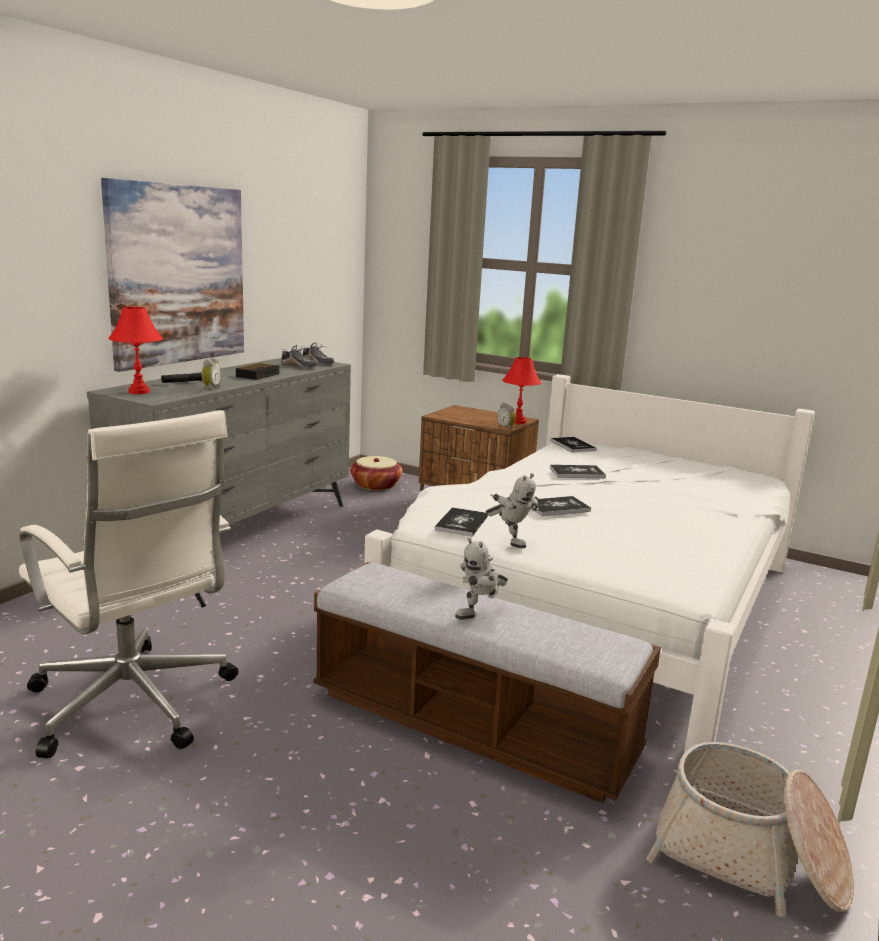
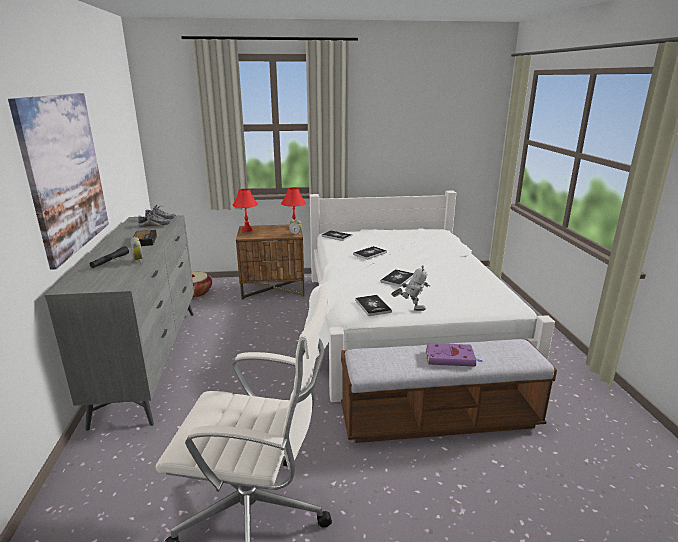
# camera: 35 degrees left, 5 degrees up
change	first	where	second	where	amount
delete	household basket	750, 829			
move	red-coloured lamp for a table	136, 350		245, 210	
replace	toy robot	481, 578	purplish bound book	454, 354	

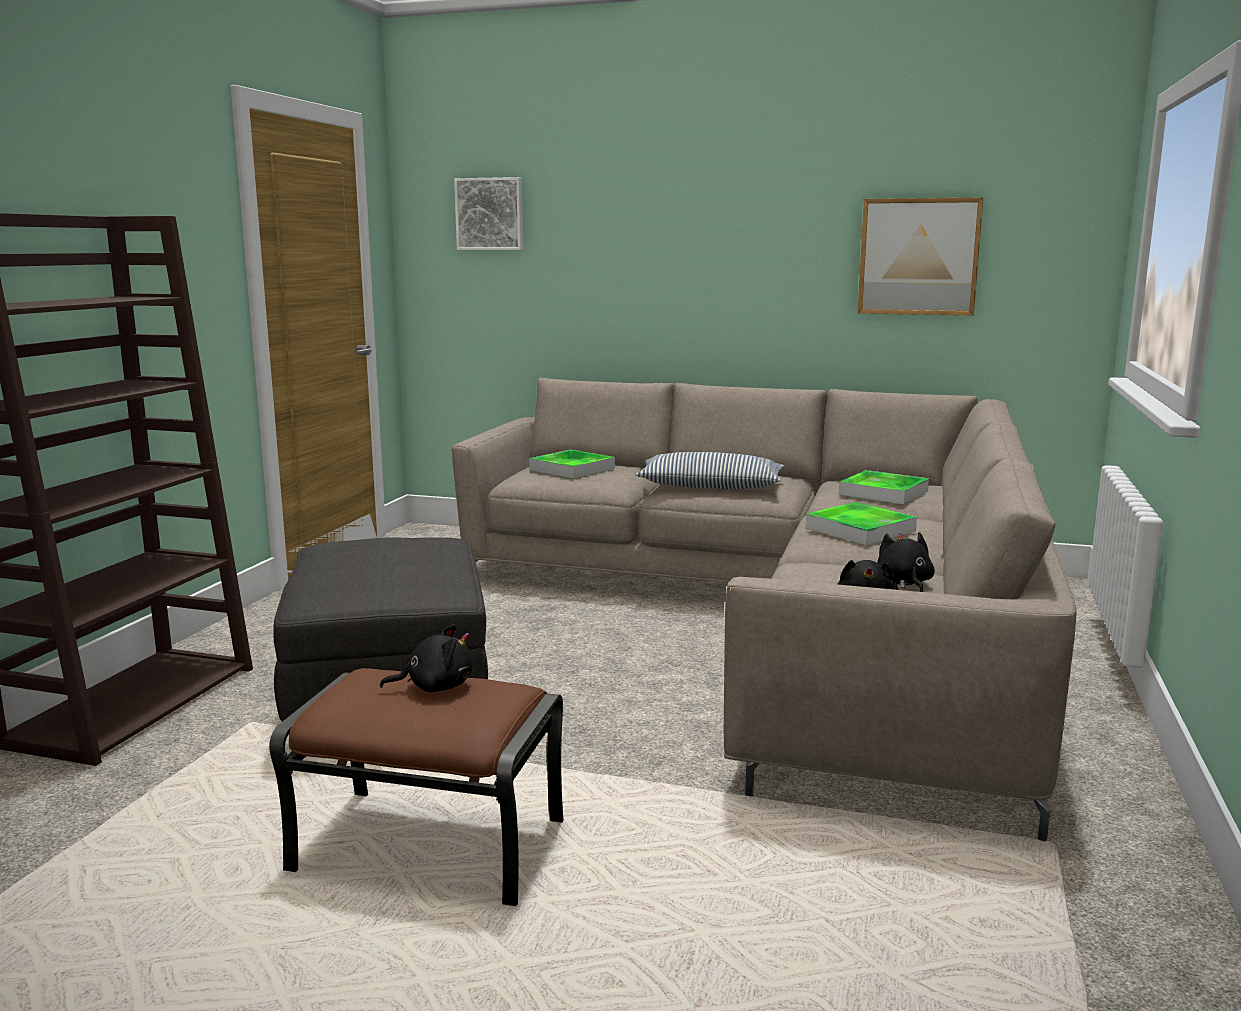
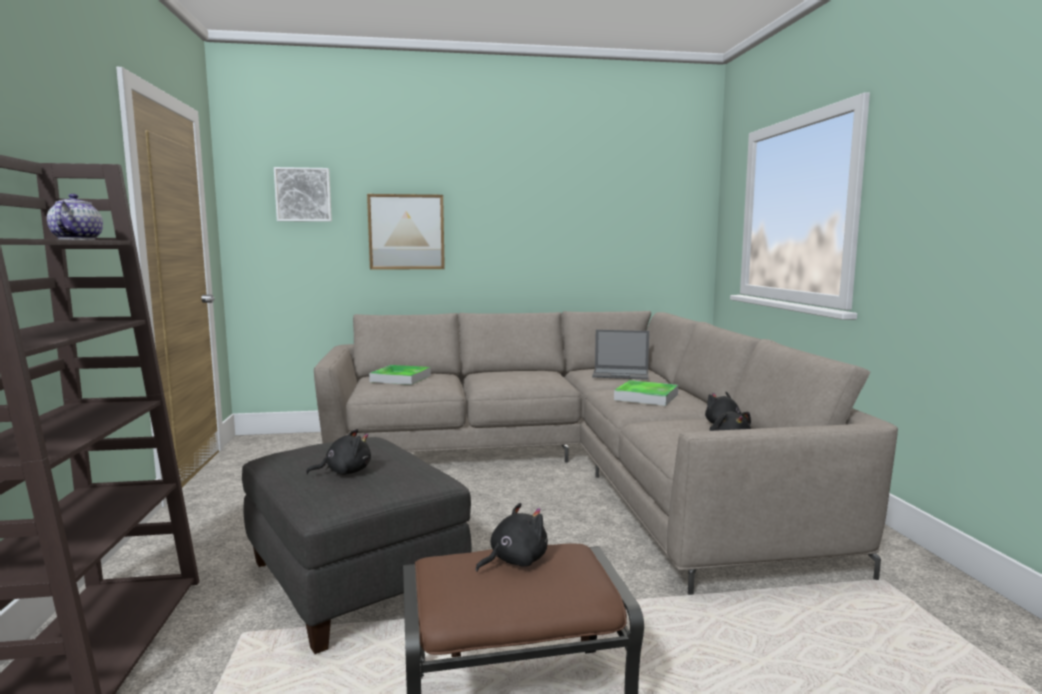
# camera: 25 degrees left, 5 degrees down
change	first	where	second	where	amount
delete	throw pillow	709, 470			
insert			tea pot	75, 217	
insert			black cuddly toy	338, 452	
move	wall art	920, 256		406, 232	
replace	tray	884, 487	laptop	620, 355	

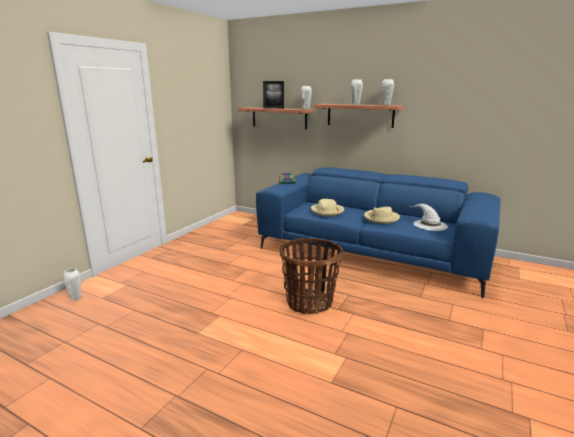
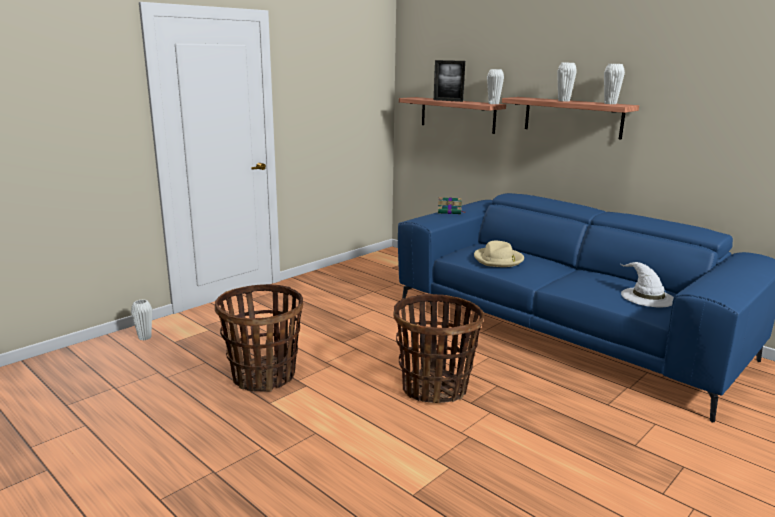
# camera: 15 degrees right, 0 degrees up
change	first	where	second	where	amount
delete	beige clothing hat	382, 215			
insert			household basket	259, 338	

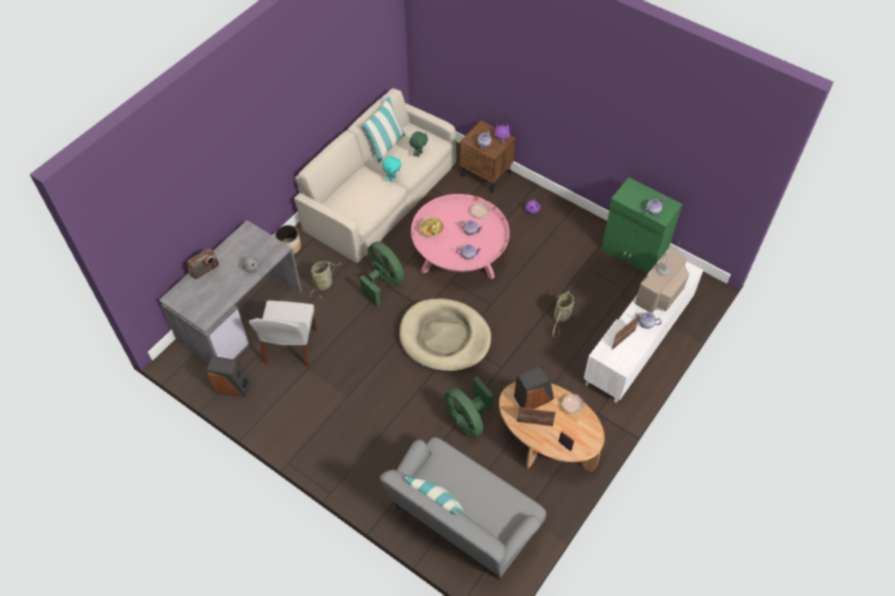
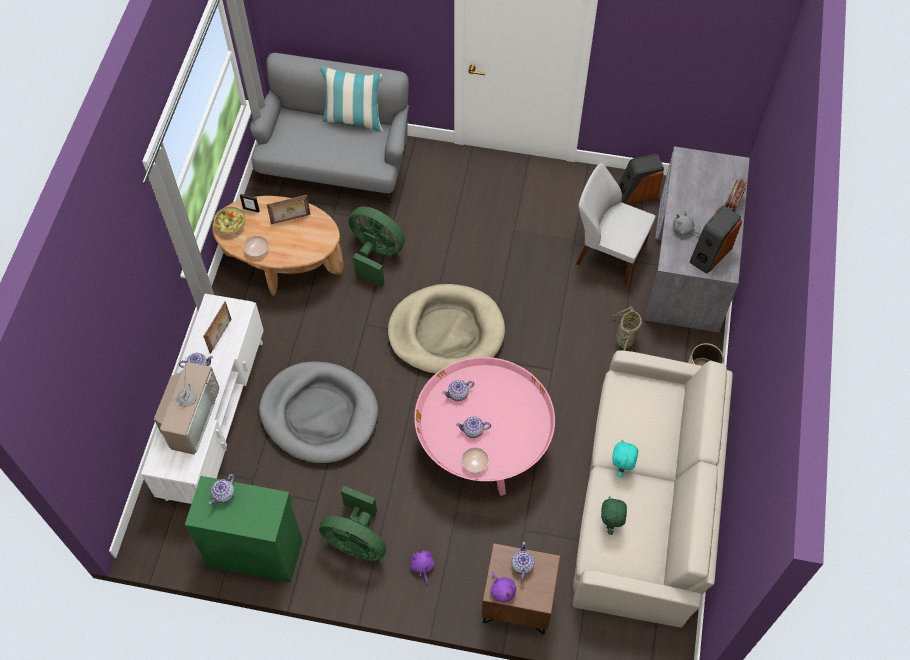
# camera: 155 degrees right, 5 degrees up
change	first	where	second	where	amount
delete	throw pillow	383, 129			
move	green-coloured cooling fan	382, 274		352, 523	
move	deep dish	431, 227		229, 220	
move	audio speaker	534, 388		715, 239	
replace	household basket	563, 313	gray dog bed	318, 412	
rotate	white plain chair	283, 333		616, 224	45 degrees counterclockwise

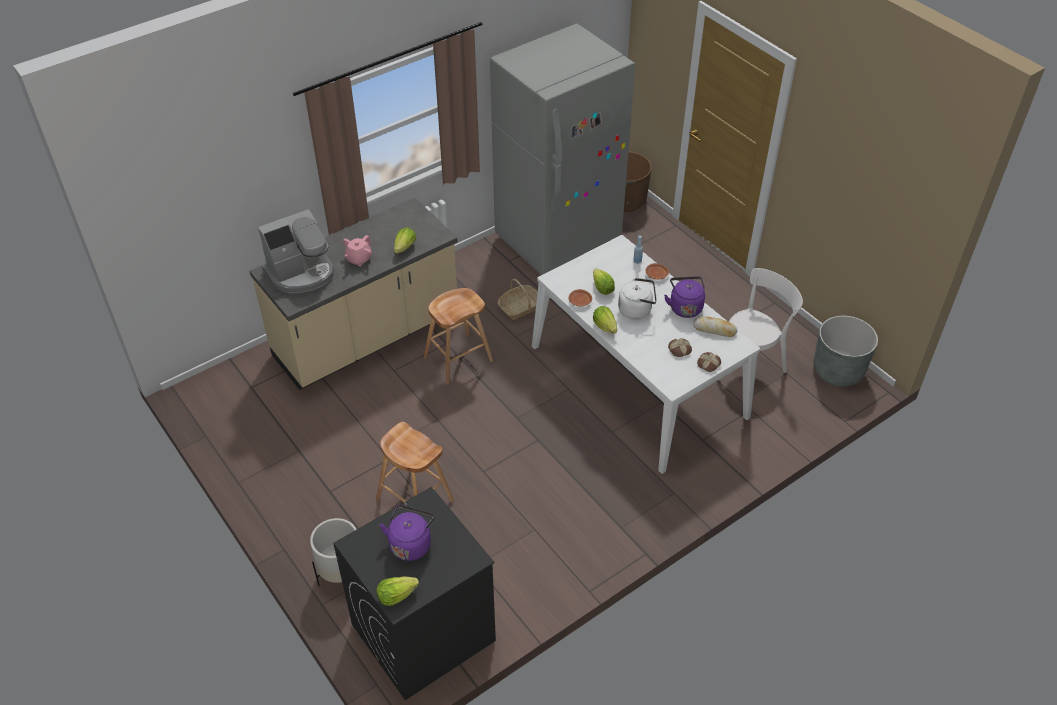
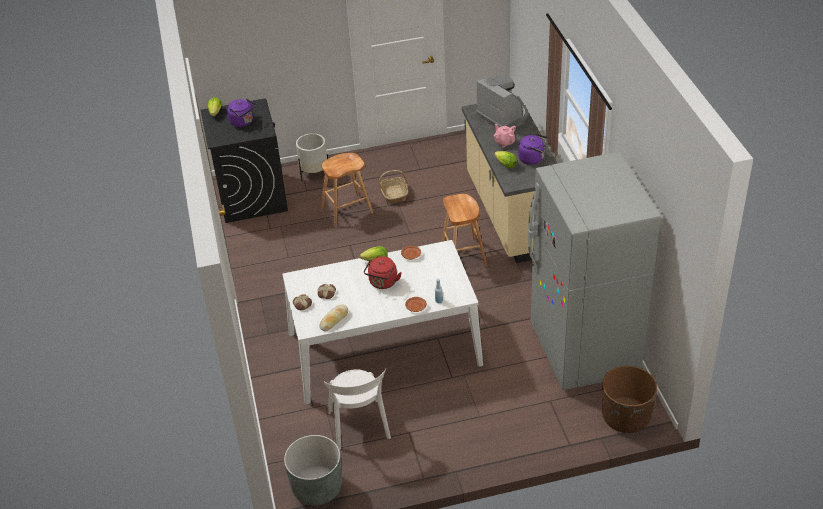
# camera: 115 degrees right, 5 degrees down
change	first	where	second	where	amount
delete	lettuce	604, 282			
move	household basket	518, 299		393, 186	
move	purplish tea kettle	684, 297		533, 149	
recolor	white tea kettle	637, 298	red-coloured tea kettle	382, 273	
rotate	coffee maker	296, 251		502, 101	150 degrees clockwise

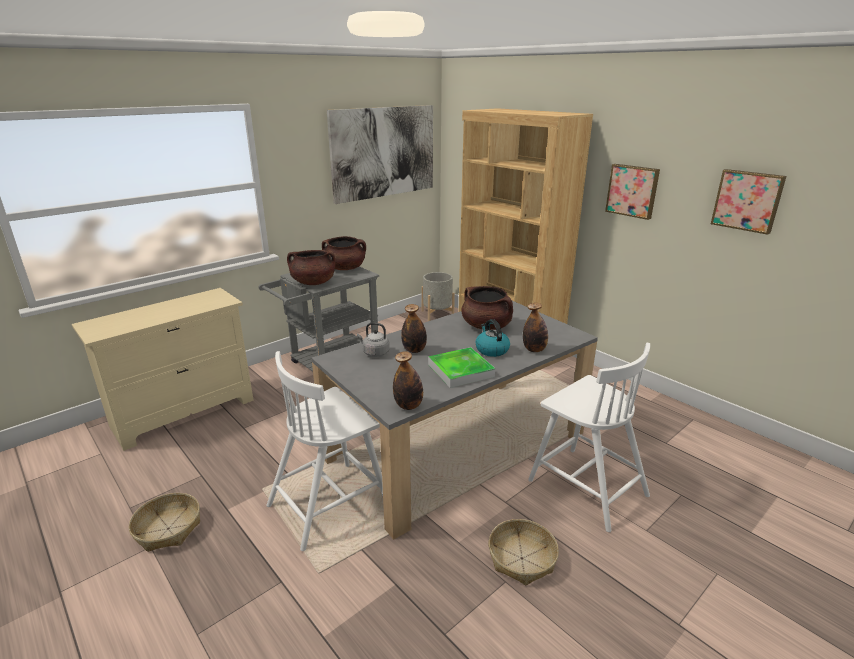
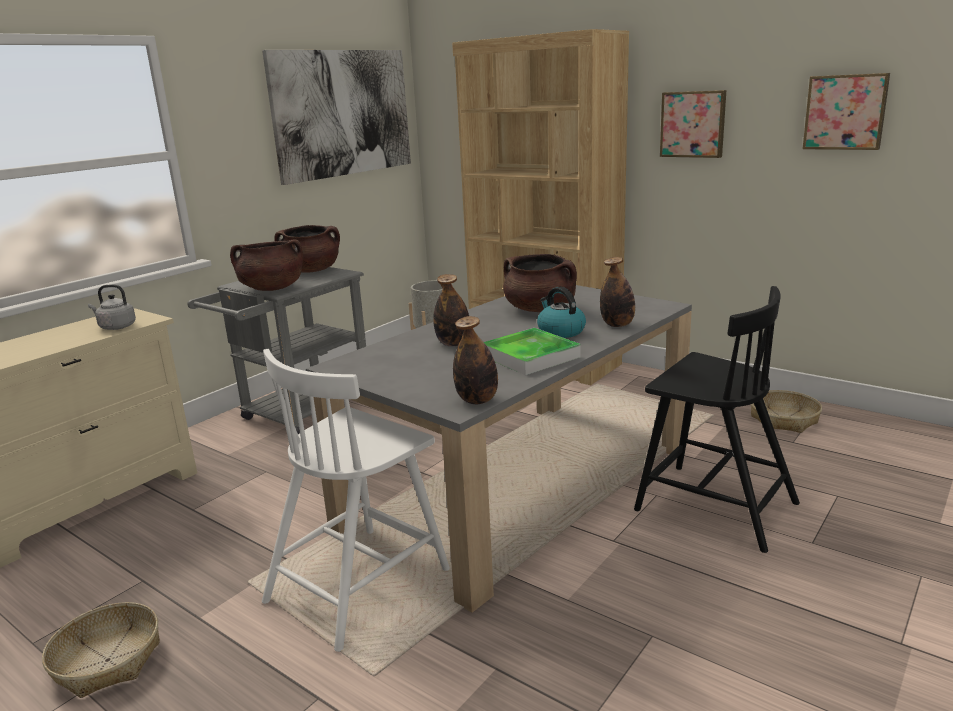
# camera: 10 degrees left, 5 degrees down
change	first	where	second	where	amount
move	gray tea kettle	373, 340		112, 307	
move	household basket	523, 552		786, 411	
recolor	white plain chair	589, 437	black plain chair	717, 419	

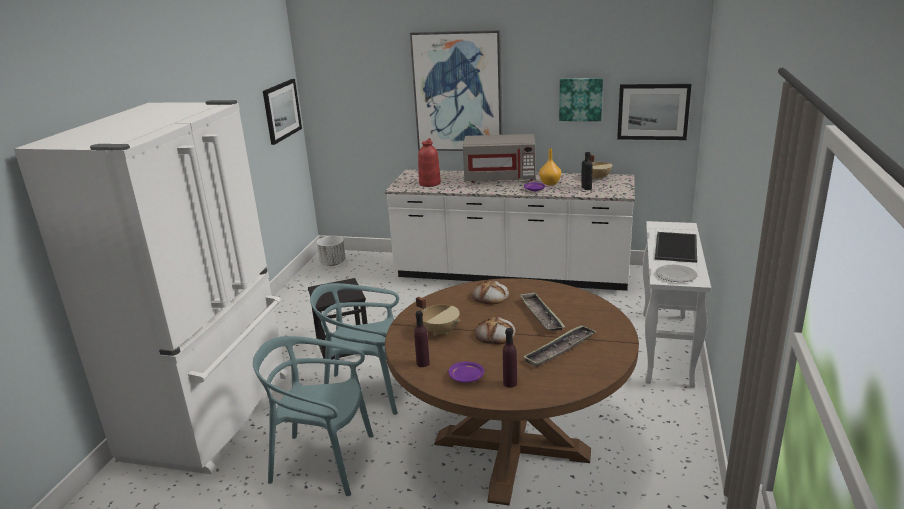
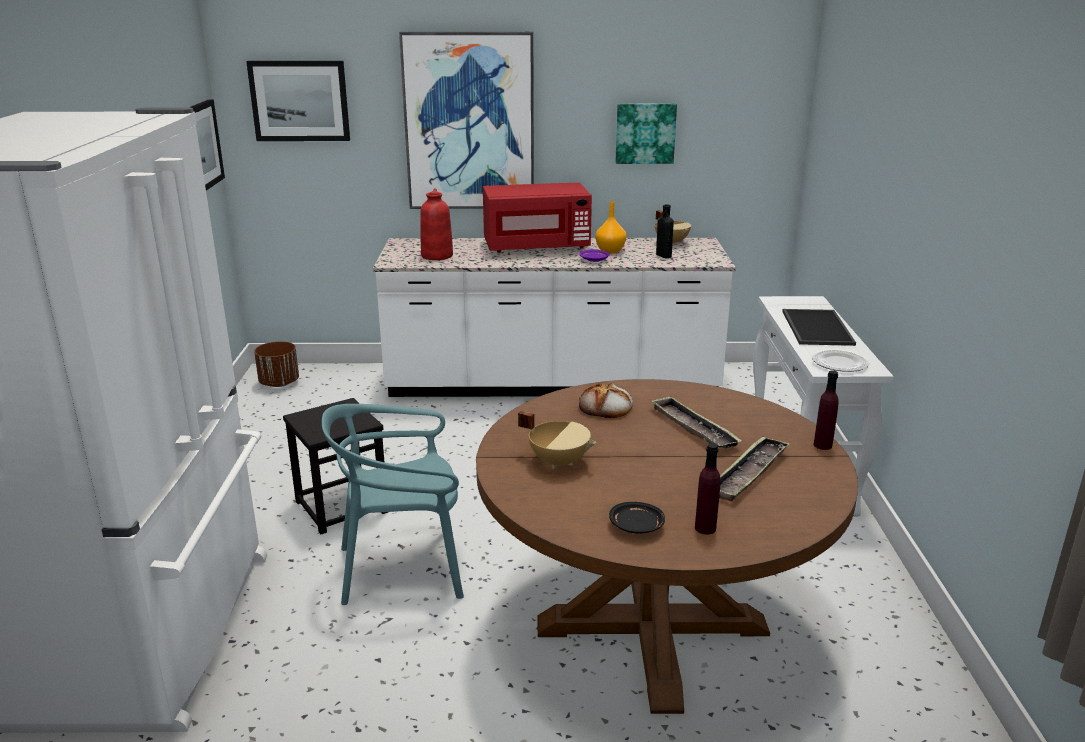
# camera: 15 degrees left, 0 degrees up
change	first	where	second	where	amount
delete	turquoise plain chair	313, 416			
delete	baked bread	495, 330			
move	purplish bottle	422, 339		826, 410	
move	wall art	654, 112		298, 101	
recolor	white flower pot	331, 251	brownish flower pot	276, 364	
recolor	purplish dinner plate	466, 372	black dinner plate	637, 518	
recolor	gray kitchen microwave	499, 158	red-coloured kitchen microwave	537, 217	

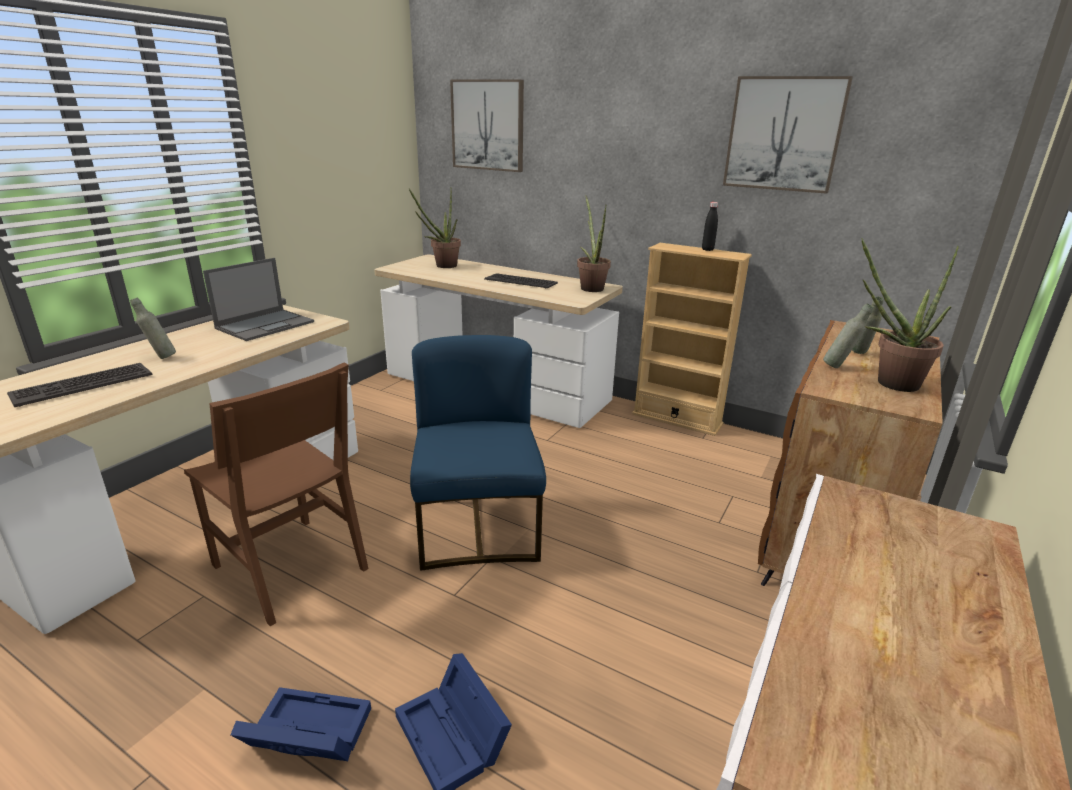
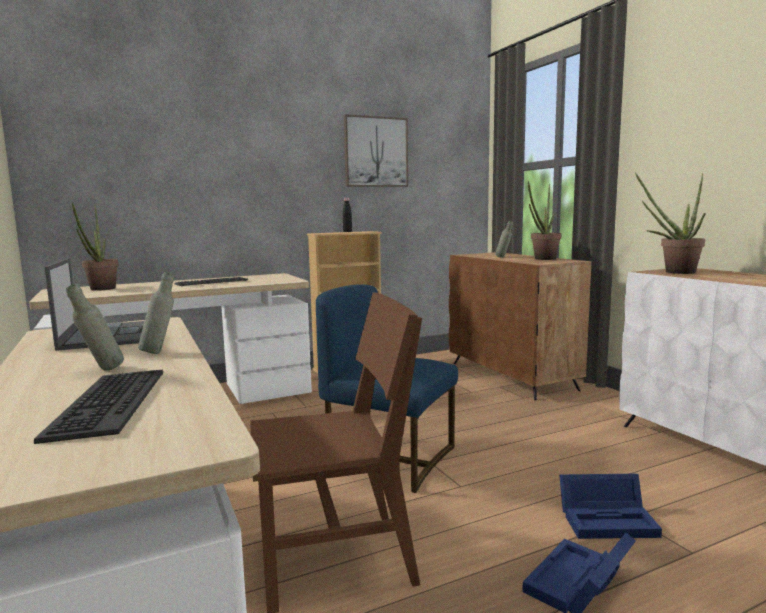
# camera: 55 degrees left, 15 degrees down
change	first	where	second	where	amount
delete	wall art	487, 126			
move	plant in a pot	594, 243		670, 223	
move	gray bottle	848, 336		156, 313	

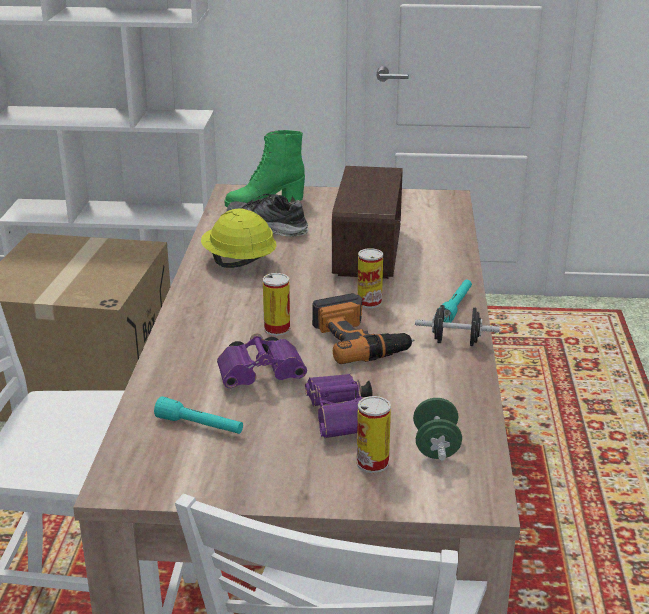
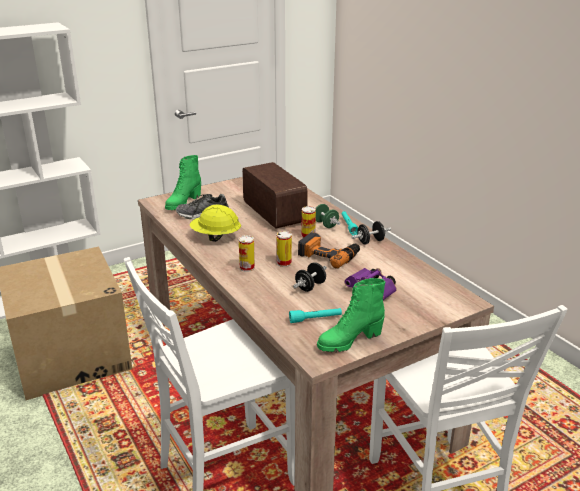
# camera: 35 degrees left, 0 degrees up
change	first	where	second	where	amount
insert			green-coloured tall boot	351, 315	
move	metal can	374, 434		247, 253	
move	green-coloured dumbbell	437, 429		327, 216	
replace	purplish field glasses	262, 360	black dumbbell	310, 277	

